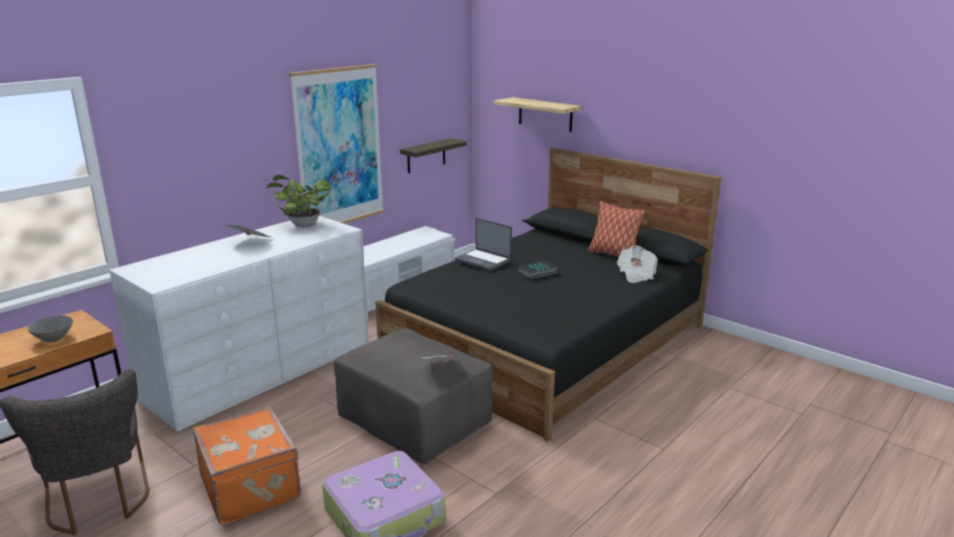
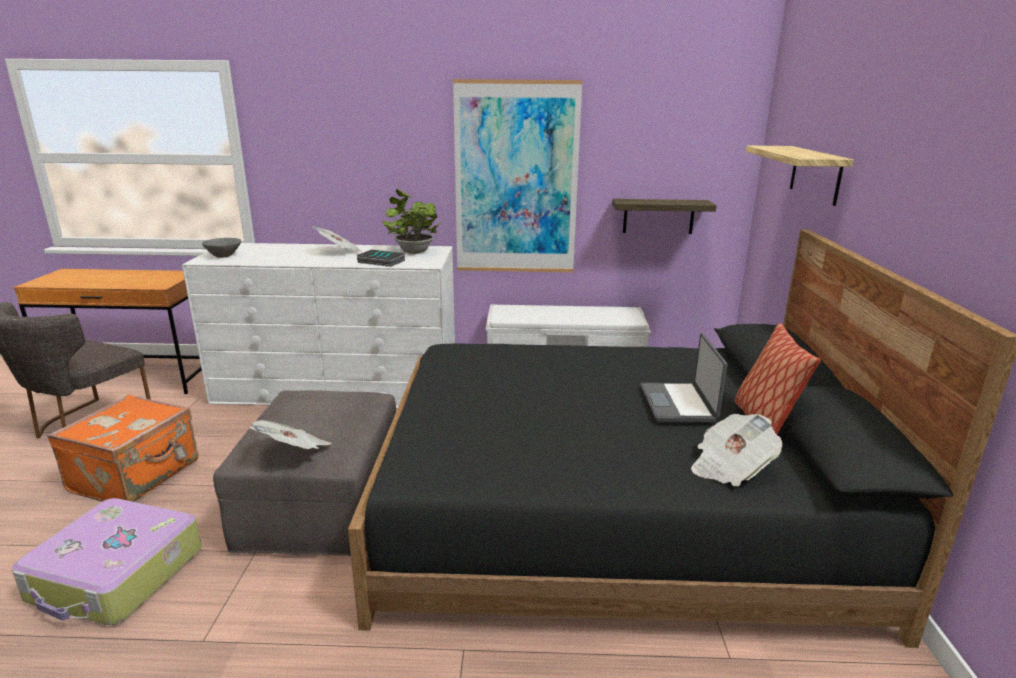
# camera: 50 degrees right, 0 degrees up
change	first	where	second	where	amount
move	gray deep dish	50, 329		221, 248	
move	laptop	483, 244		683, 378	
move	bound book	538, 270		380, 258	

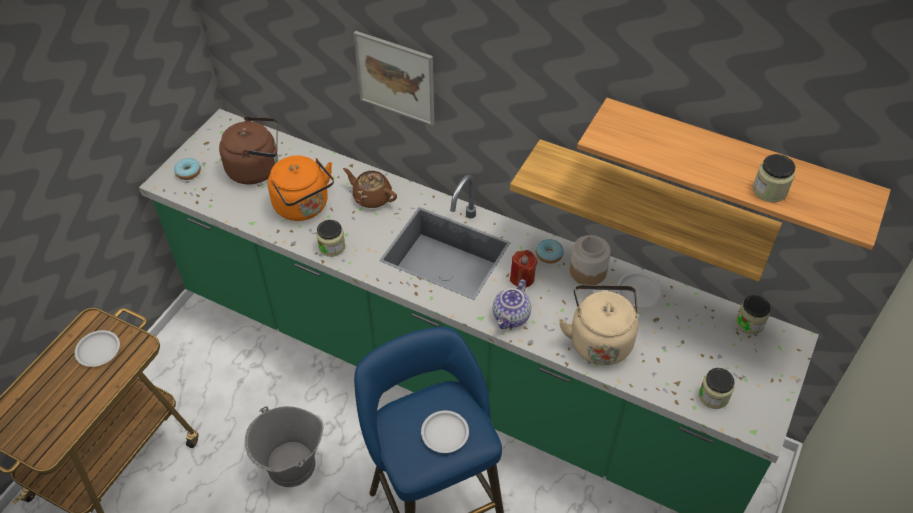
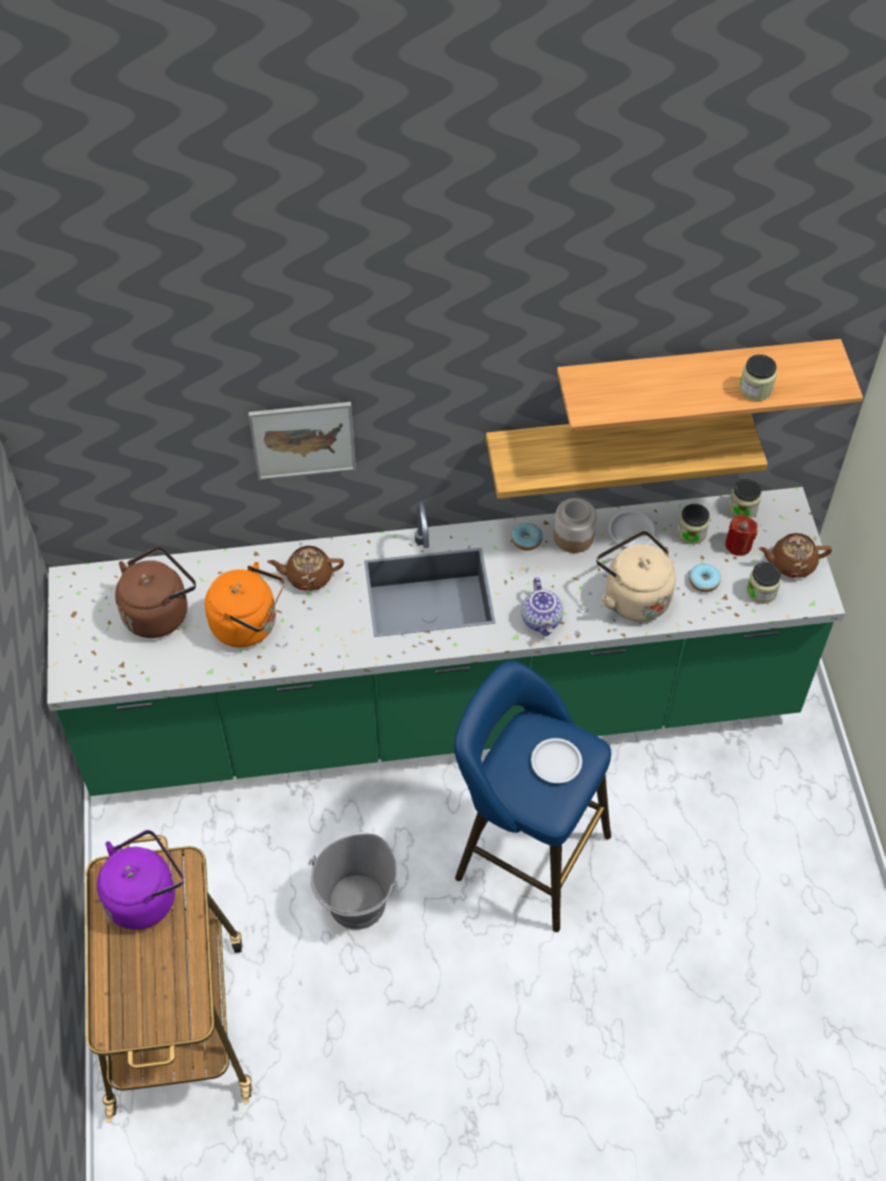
# camera: 35 degrees left, 5 degrees up
change	first	where	second	where	amount
insert			brownish tea pot	795, 555	
move	ring doughnut	187, 169		705, 578	
move	jar	330, 238		693, 524	
move	red-coloured candle	523, 268		741, 535	
replace	white dinner plate	97, 348	purplish tea kettle	140, 880	

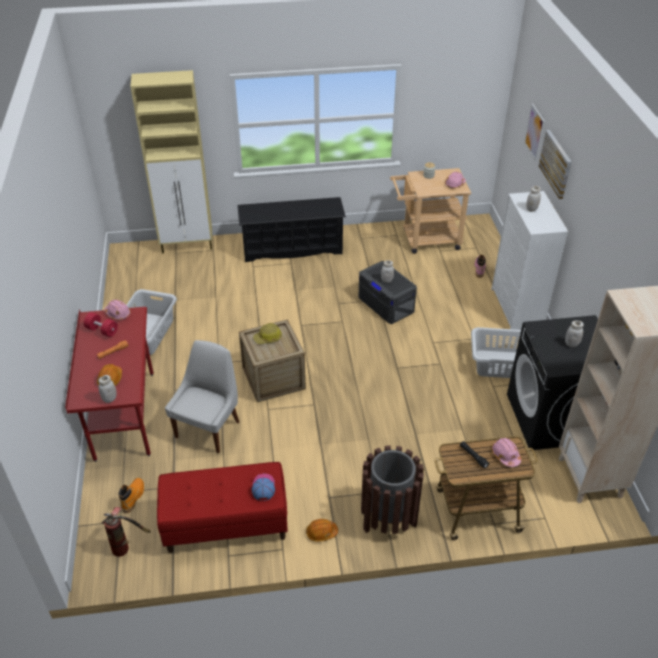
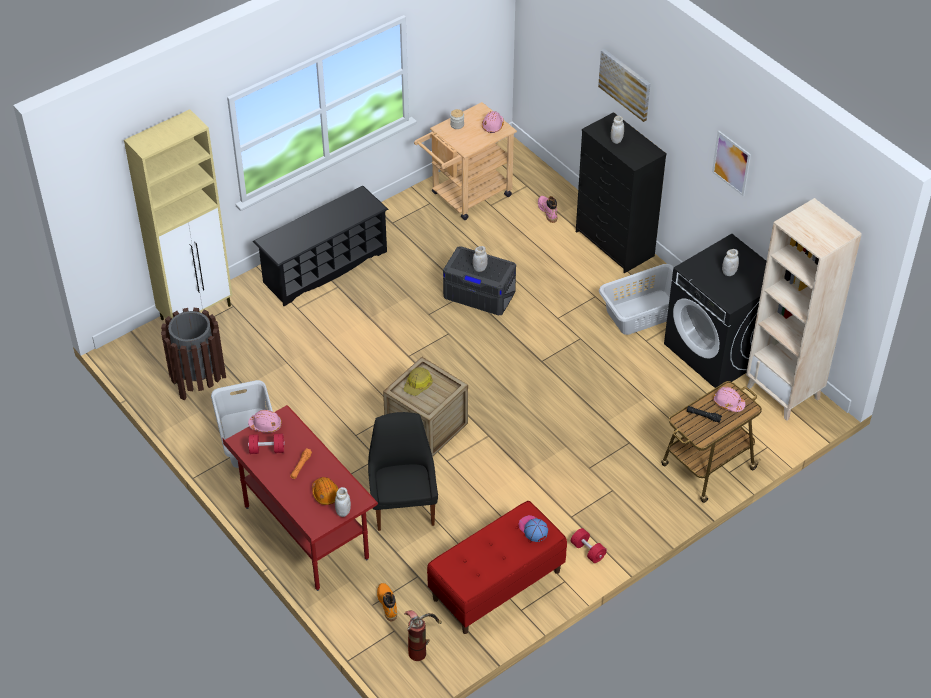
# camera: 30 degrees left, 5 degrees up
change	first	where	second	where	amount
move	brownish trash can	392, 489		193, 354	
move	wall art	534, 132		731, 163	
replace	orange safety helmet	322, 530	red-coloured dumbbell	589, 545	
recolor	white plain chair	202, 396	black plain chair	403, 471	
recolor	white drawer chest	529, 260	black drawer chest	621, 192	

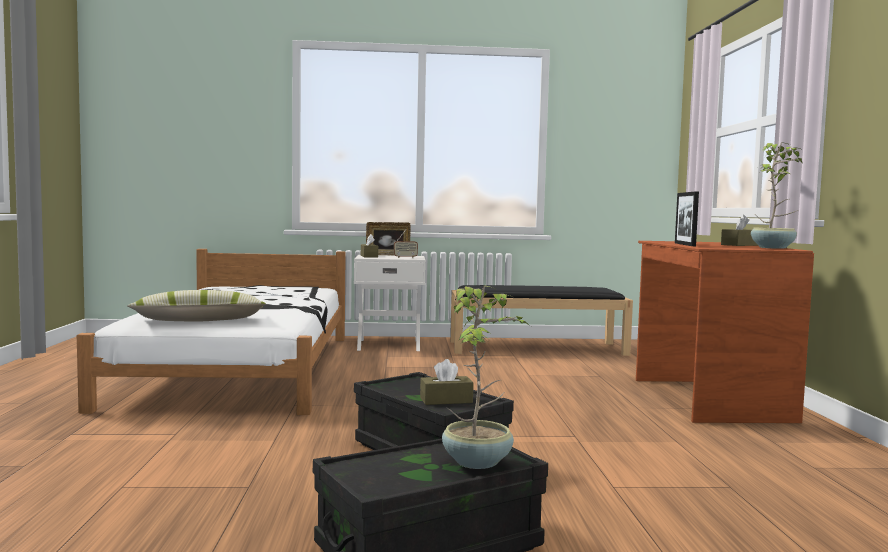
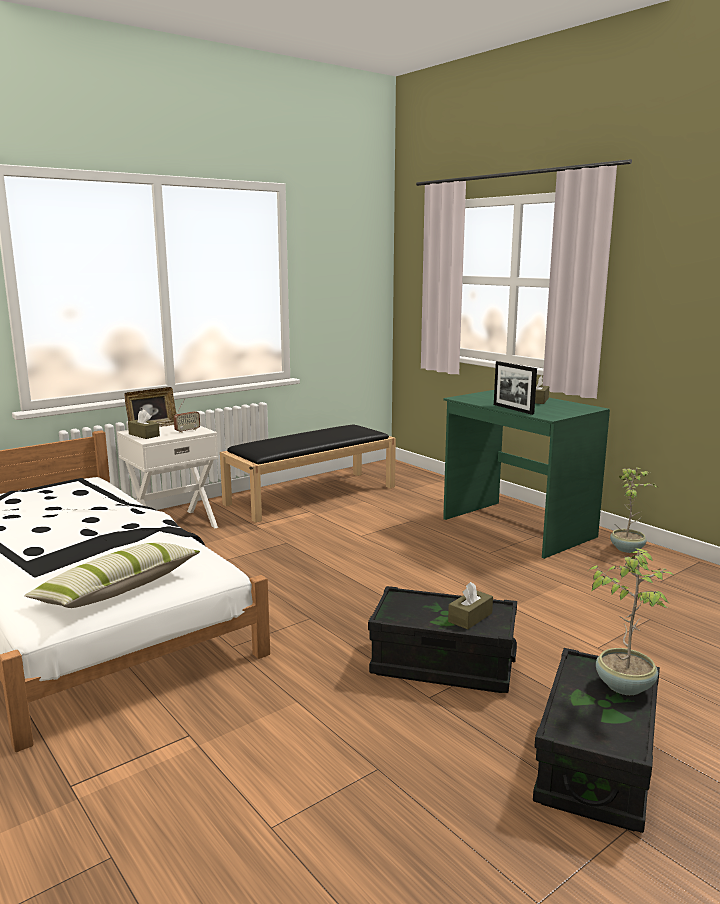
# camera: 35 degrees left, 10 degrees up
change	first	where	second	where	amount
move	plant in a pot	777, 196		633, 510	
recolor	brownish desk unit	725, 332	green-coloured desk unit	526, 474	

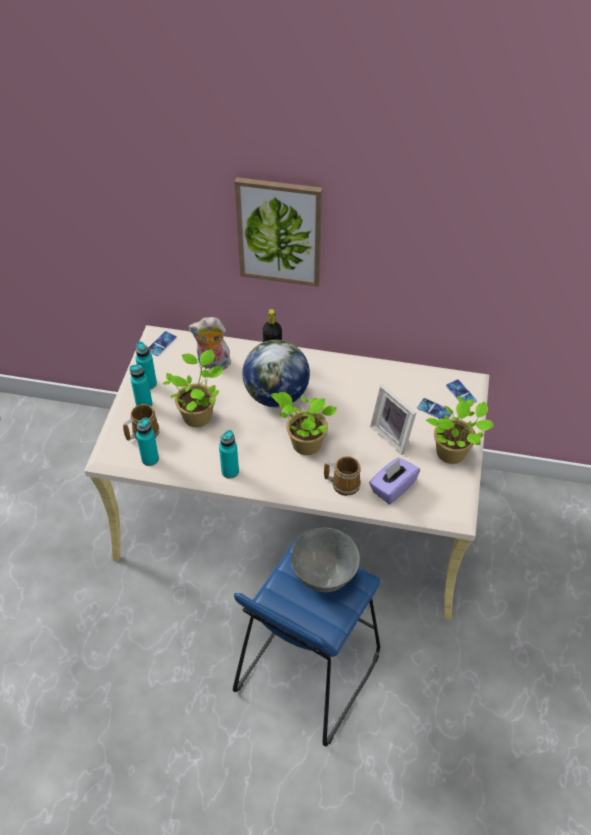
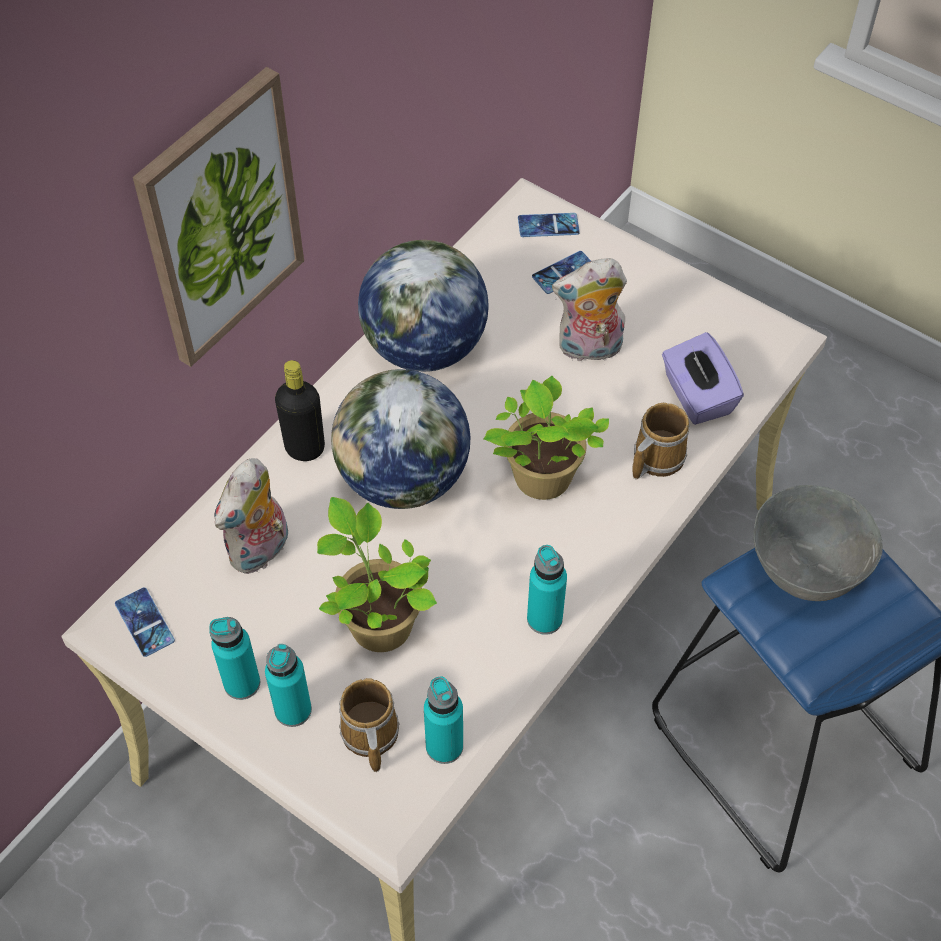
# camera: 65 degrees left, 5 degrees up
change	first	where	second	where	amount
delete	plant in a pot	460, 430			
insert			desk globe	423, 306	
replace	picture frame	393, 419	cuddly toy	589, 309	

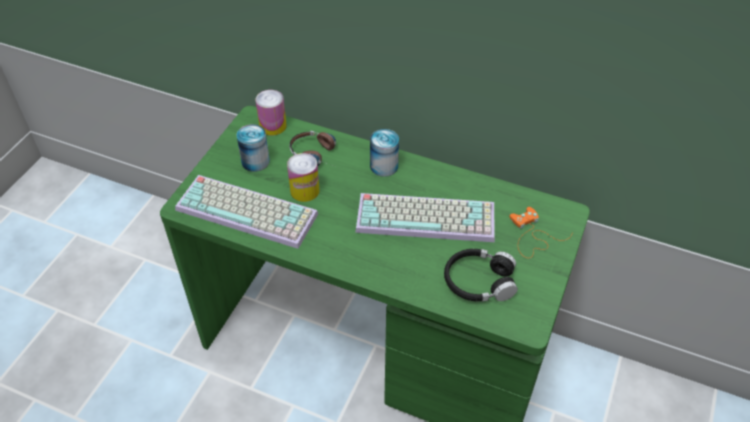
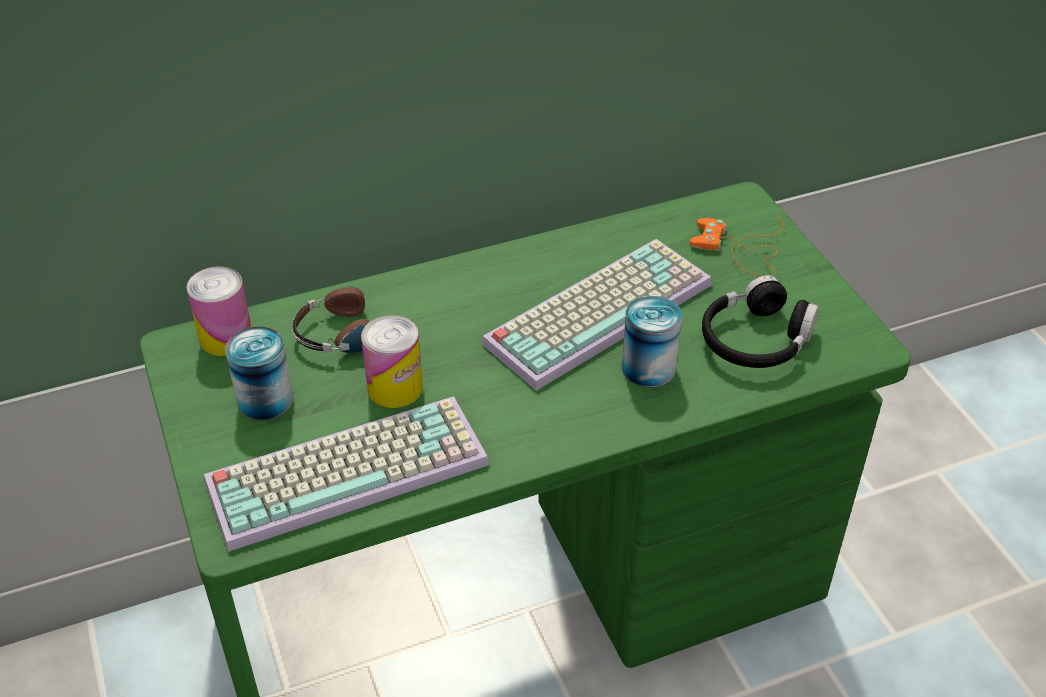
# camera: 45 degrees left, 5 degrees down
change	first	where	second	where	amount
move	metal can	384, 153		652, 341	

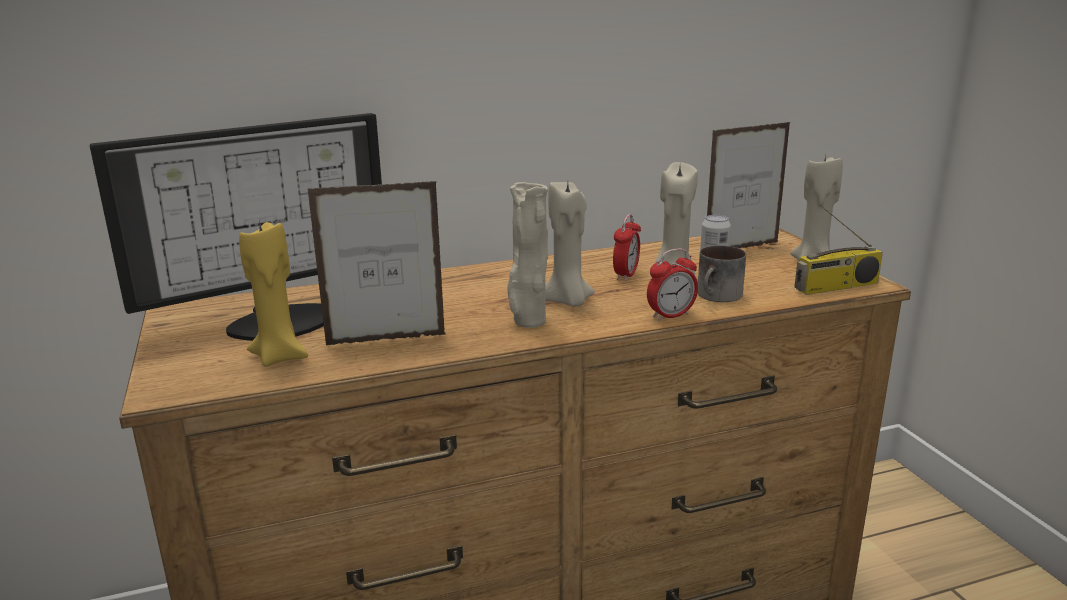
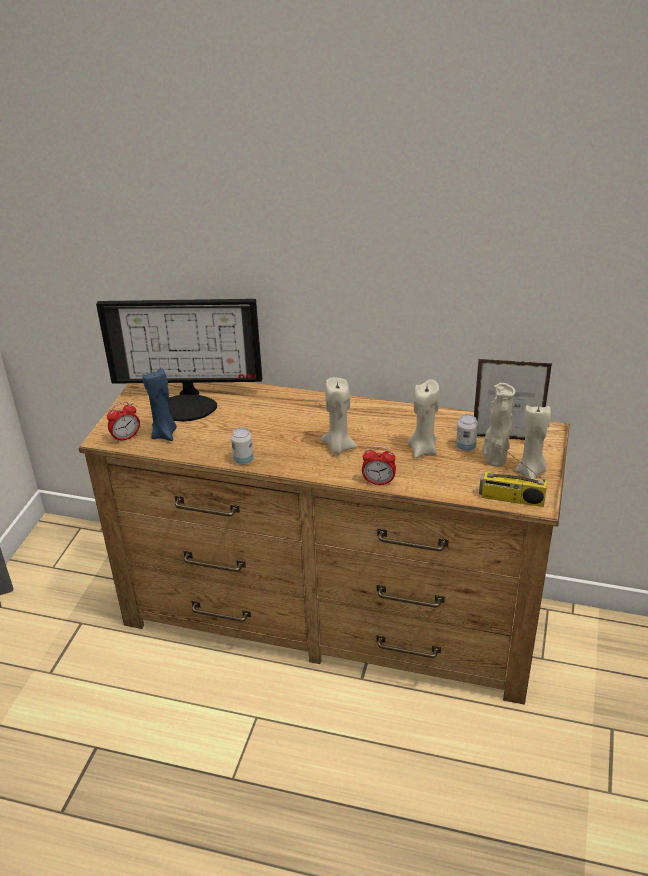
# camera: 35 degrees right, 15 degrees up
change	first	where	second	where	amount
delete	picture frame	377, 263			
delete	tea mug	722, 273			
insert			metal can	242, 446	
move	beige flower vase	527, 255		498, 425	
move	table clock	627, 247		123, 422	
recolor	yellow-coloured candle	273, 293	blue-coloured candle	159, 404	

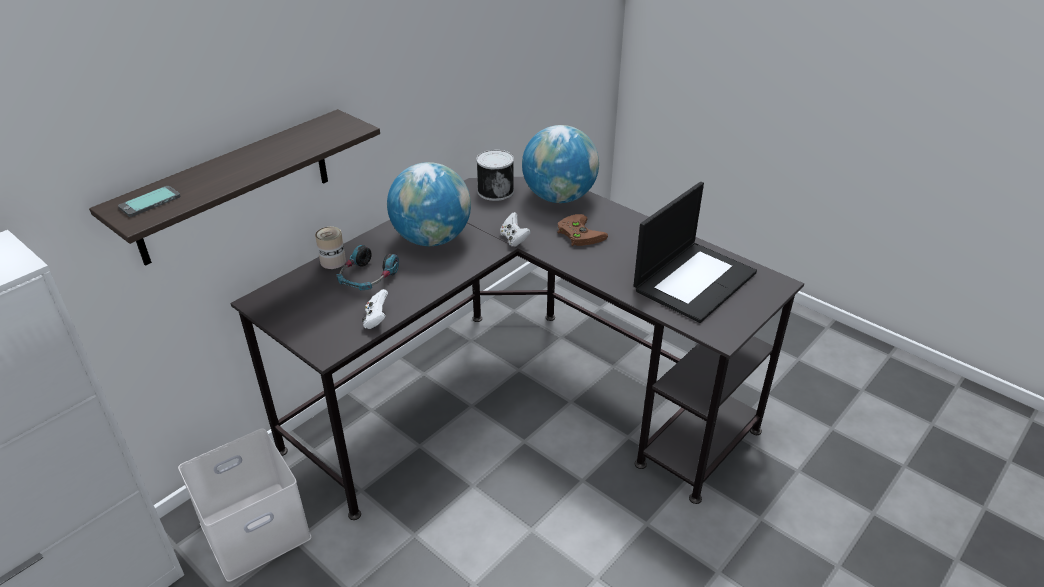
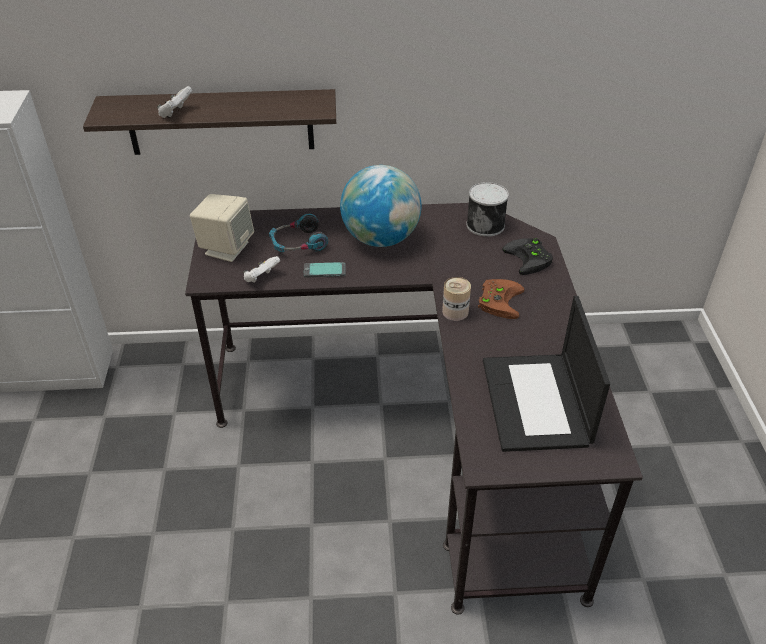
# camera: 45 degrees right, 5 degrees up
change	first	where	second	where	amount
delete	white storage bin	245, 505			
insert			beige audio speaker	222, 228	
move	phone	149, 201		324, 270	
move	metal can	330, 248		456, 299	
move	white joypad	515, 229		174, 102	
replace	desk globe	560, 164	black joypad	527, 256	
rotate	laptop	695, 252		546, 374	90 degrees clockwise

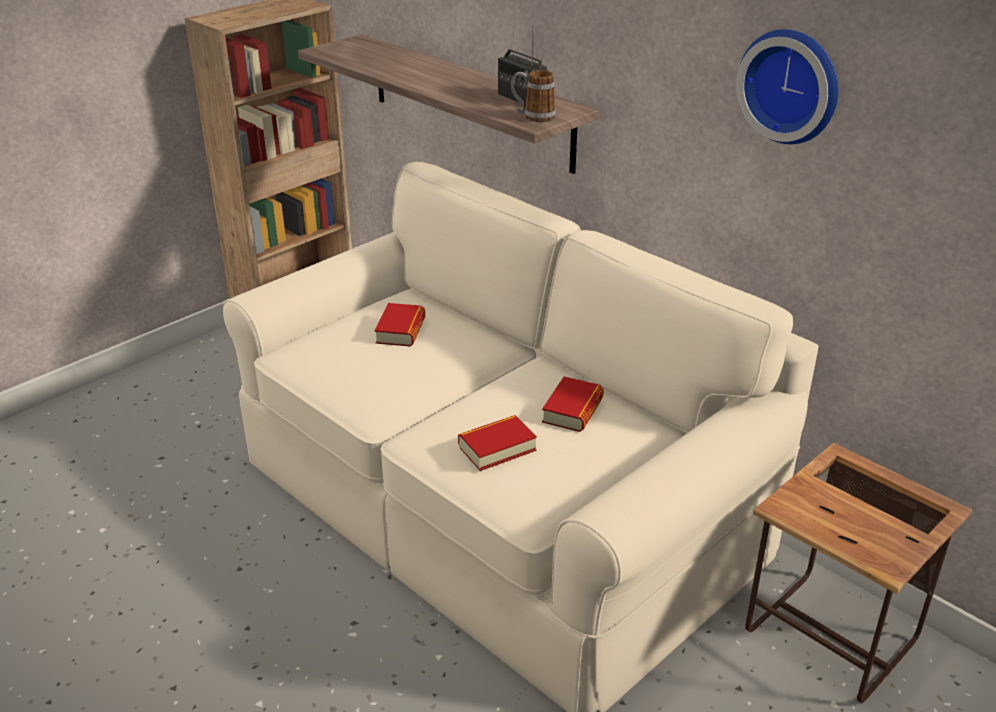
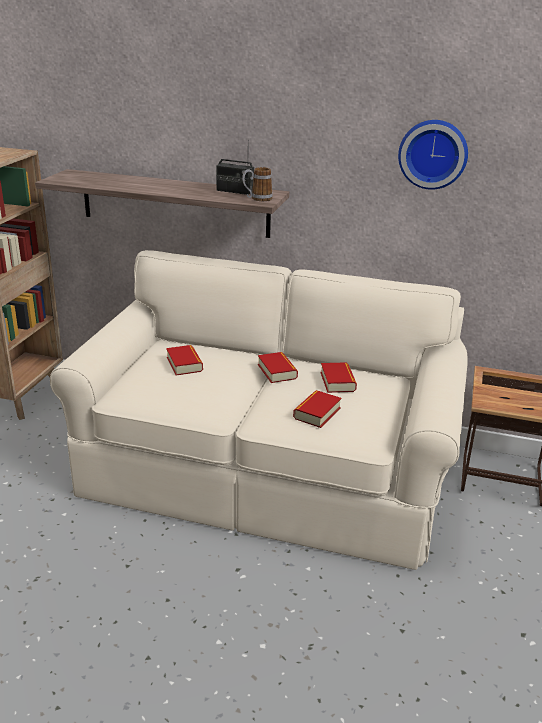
# camera: 30 degrees left, 5 degrees down
change	first	where	second	where	amount
insert			bound book	278, 367	

